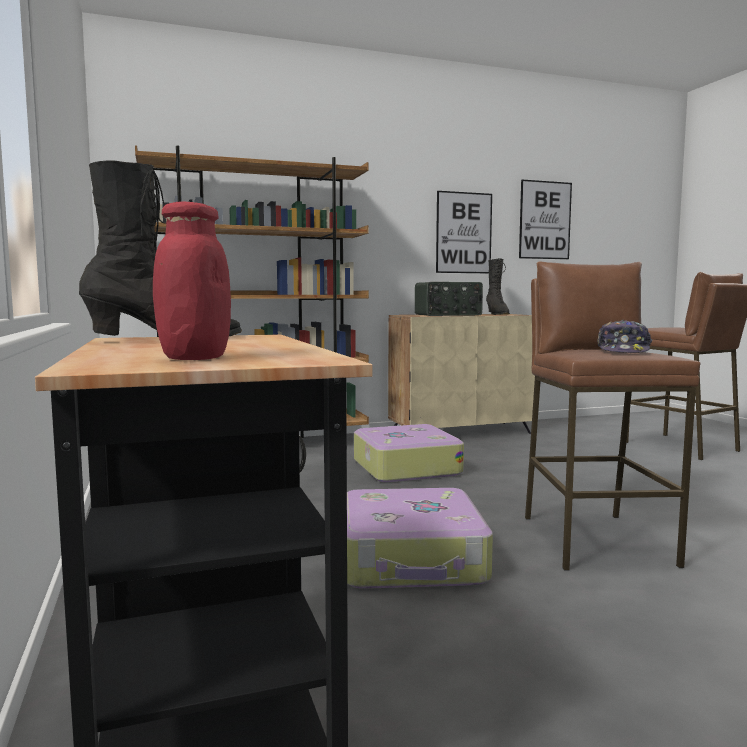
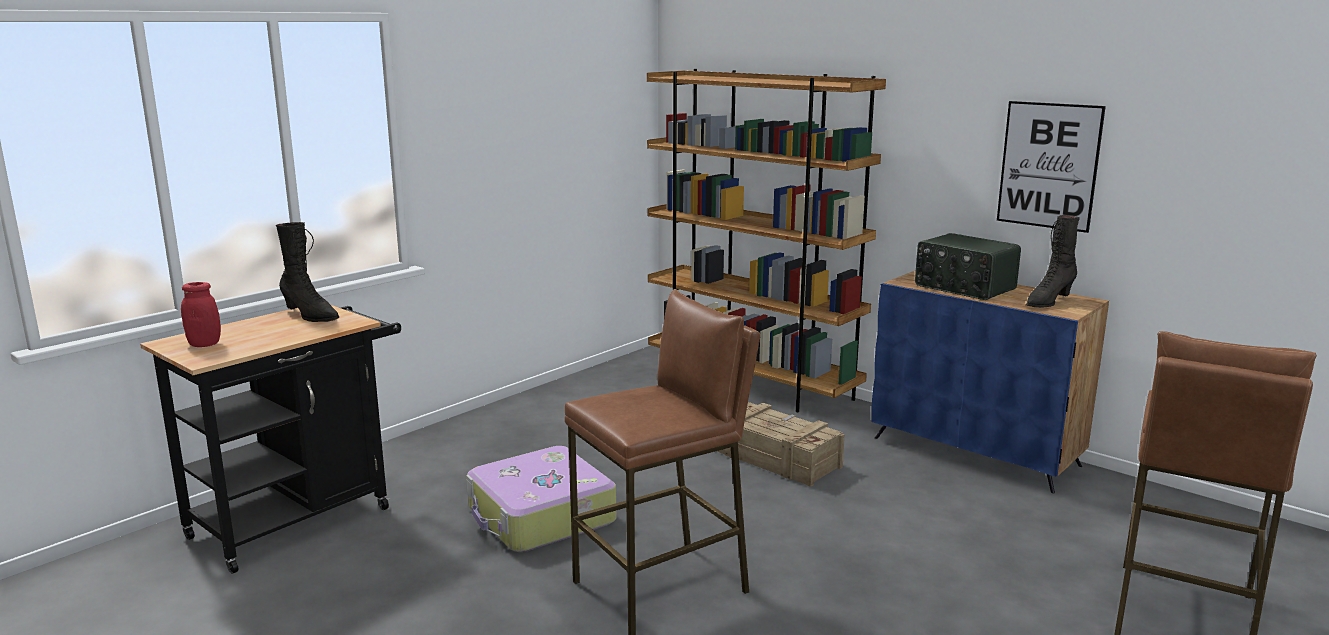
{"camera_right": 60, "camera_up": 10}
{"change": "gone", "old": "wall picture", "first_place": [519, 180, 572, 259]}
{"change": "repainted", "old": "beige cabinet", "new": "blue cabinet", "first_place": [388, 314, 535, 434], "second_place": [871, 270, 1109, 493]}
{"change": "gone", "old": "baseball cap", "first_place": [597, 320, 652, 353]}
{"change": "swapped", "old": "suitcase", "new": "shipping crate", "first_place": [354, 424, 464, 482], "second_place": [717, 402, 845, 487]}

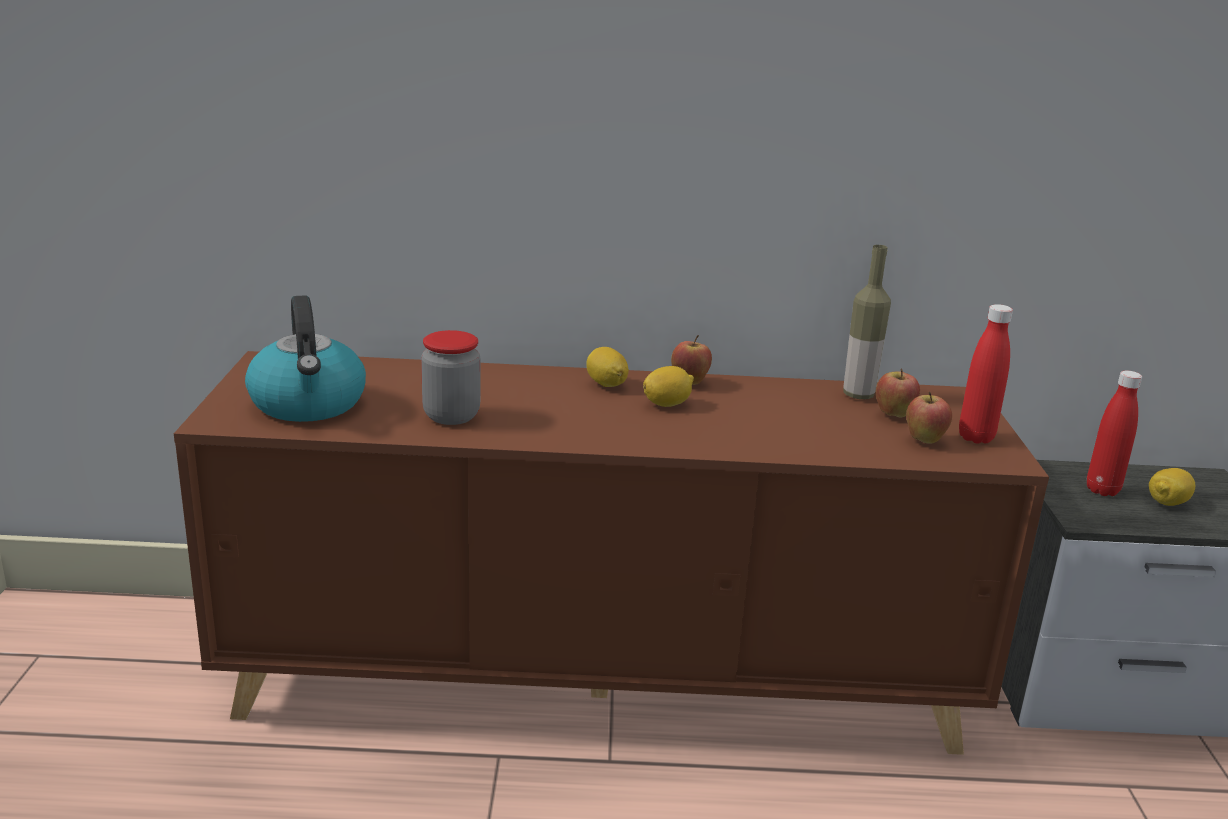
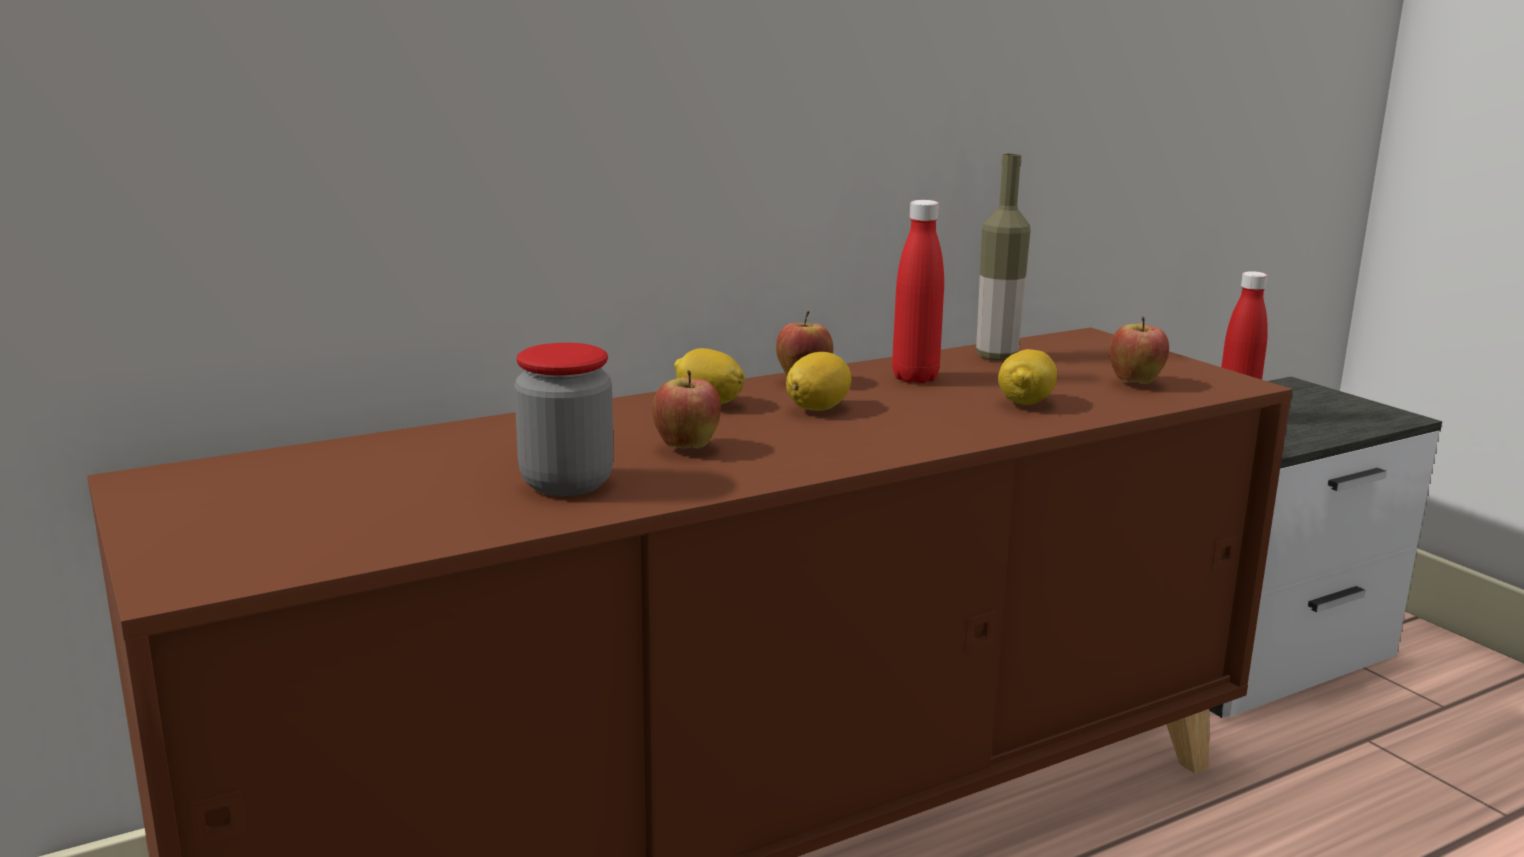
{"camera_right": -30, "camera_up": -5}
{"change": "gone", "old": "kettle", "first_place": [245, 295, 366, 422]}
{"change": "shifted", "old": "red drink bottle", "first_place": [959, 304, 1013, 444], "second_place": [892, 200, 944, 383]}
{"change": "shifted", "old": "whole apple", "first_place": [876, 369, 920, 417], "second_place": [652, 370, 721, 448]}
{"change": "shifted", "old": "whole lemon", "first_place": [1149, 468, 1195, 506], "second_place": [998, 349, 1057, 405]}

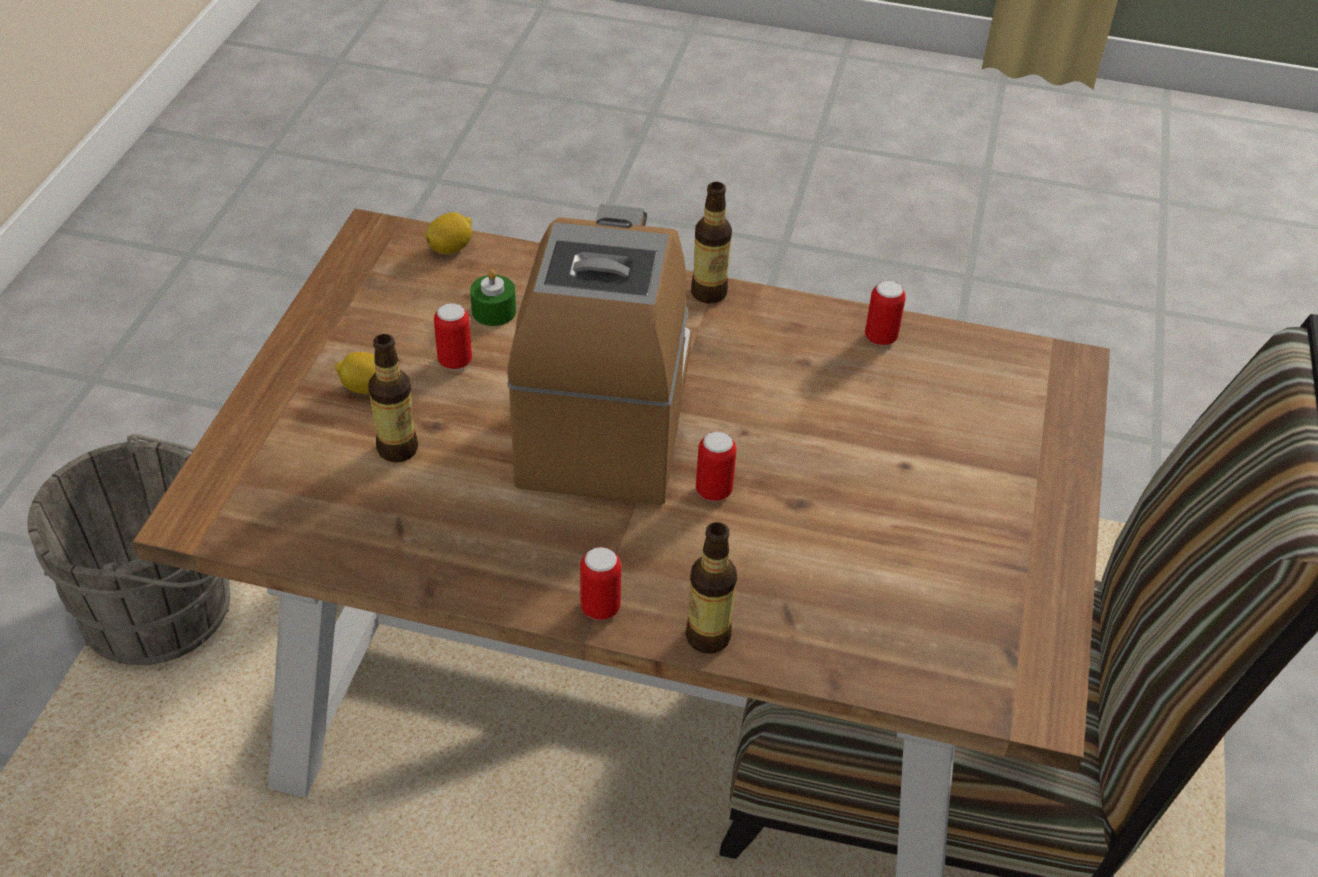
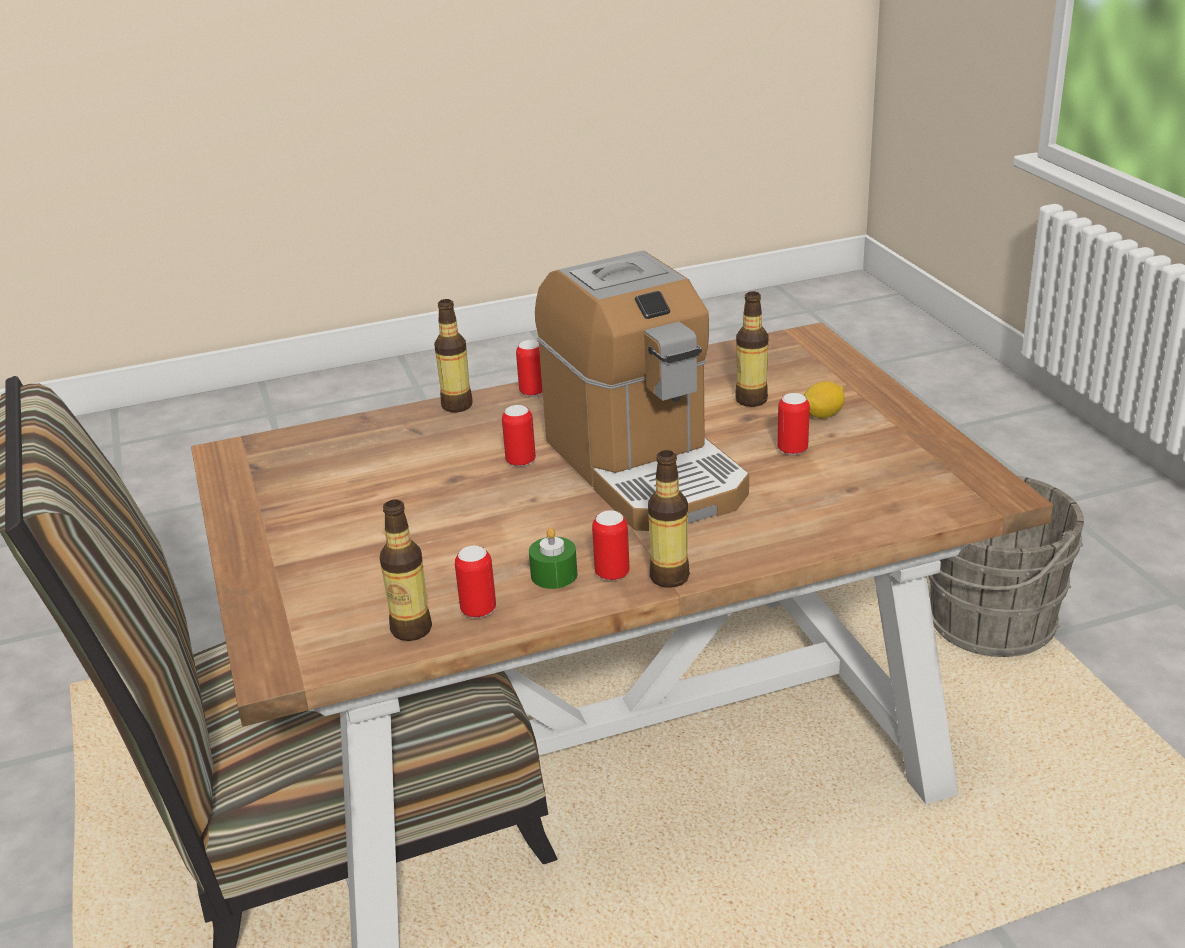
{"camera_right": 150, "camera_up": -15}
{"change": "gone", "old": "whole lemon", "first_place": [425, 212, 472, 254]}
{"change": "shifted", "old": "green candle", "first_place": [470, 269, 516, 326], "second_place": [529, 527, 578, 589]}
{"change": "new", "new": "drink bottle", "second_place": [380, 500, 432, 641]}
{"change": "new", "new": "metal can", "second_place": [592, 510, 630, 581]}

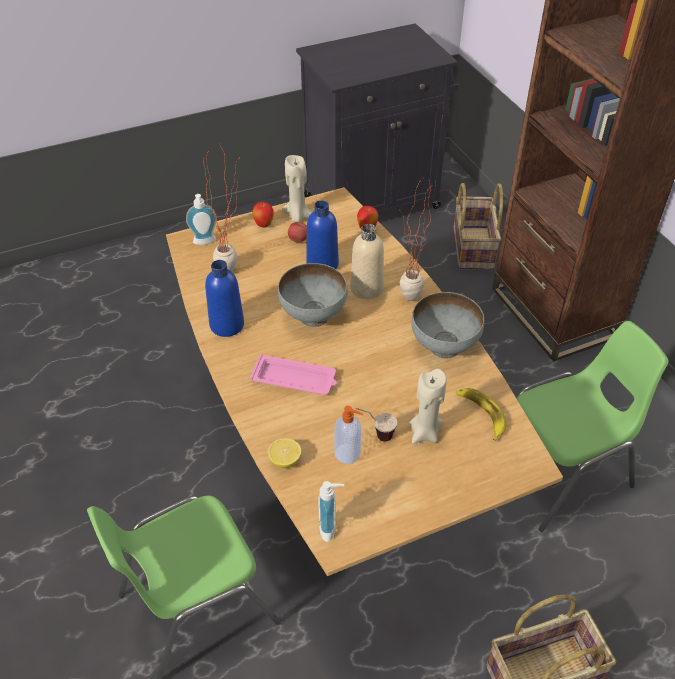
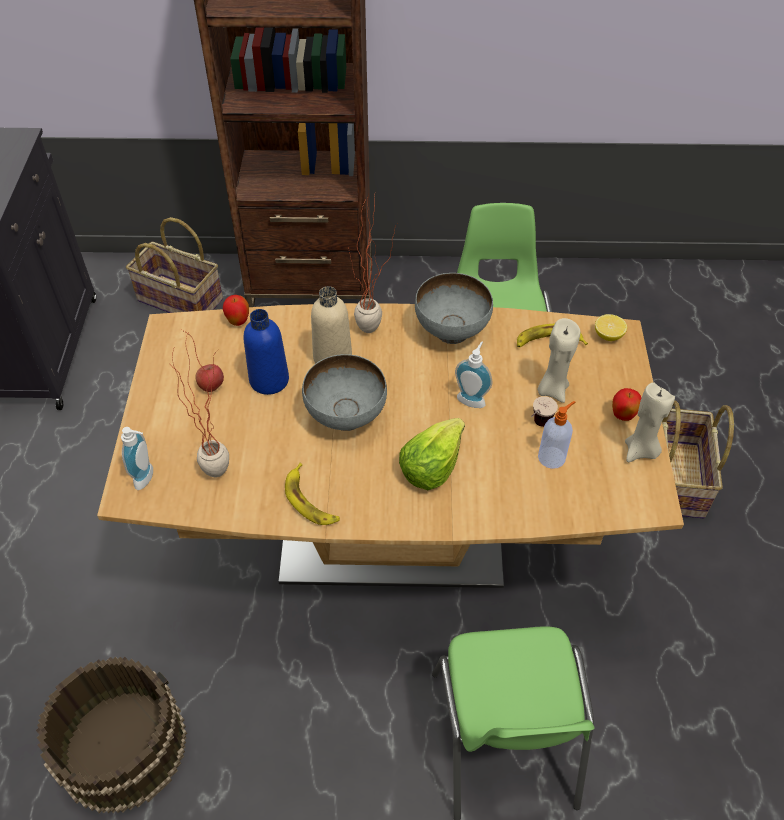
{"camera_right": -65, "camera_up": 5}
{"change": "shifted", "old": "beige candle", "first_place": [282, 155, 312, 222], "second_place": [625, 382, 675, 462]}
{"change": "shifted", "old": "whole apple", "first_place": [252, 202, 274, 228], "second_place": [612, 388, 641, 421]}
{"change": "swapped", "old": "blue drink bottle", "new": "banana", "first_place": [205, 260, 244, 337], "second_place": [285, 463, 340, 525]}
{"change": "swapped", "old": "pinkish carrying tray", "new": "lettuce head", "first_place": [250, 354, 337, 395], "second_place": [399, 418, 465, 490]}
{"change": "shifted", "old": "whole lemon", "first_place": [268, 438, 301, 468], "second_place": [595, 314, 627, 341]}
{"change": "shifted", "old": "liquid soap bottle", "first_place": [318, 481, 344, 542], "second_place": [455, 341, 492, 408]}
{"change": "new", "new": "brownish bucket", "second_place": [36, 657, 187, 813]}

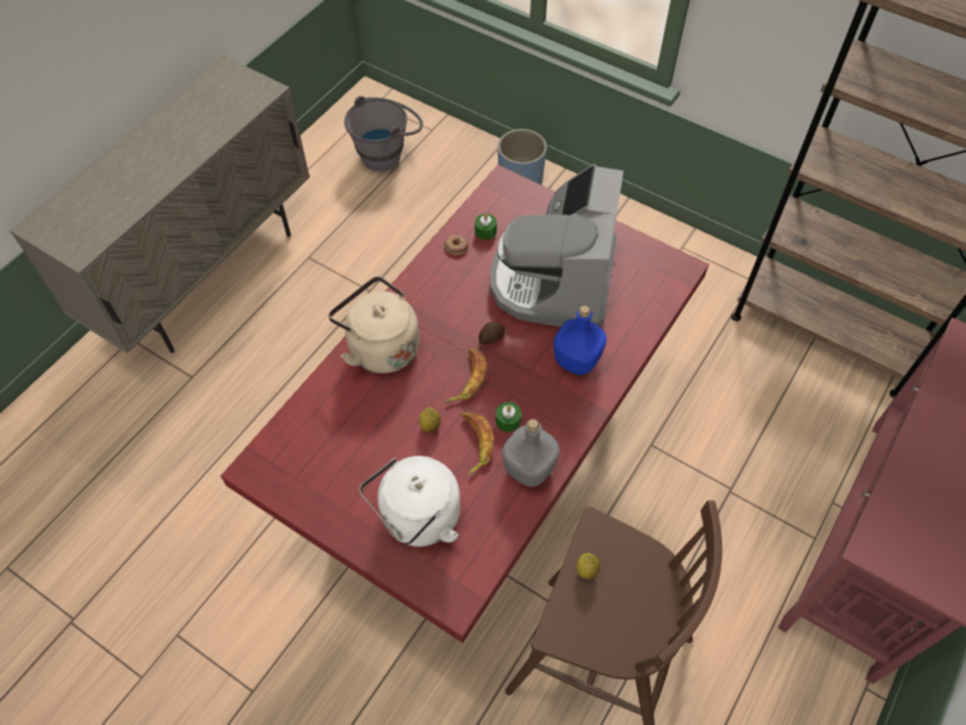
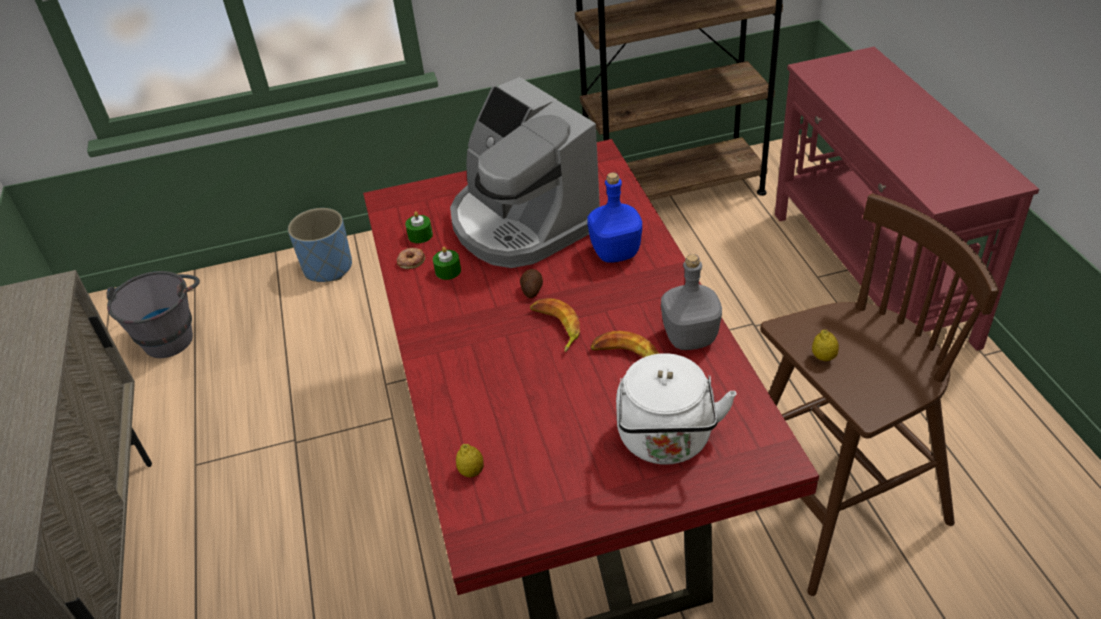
{"camera_right": -45, "camera_up": -15}
{"change": "gone", "old": "beige kettle", "first_place": [328, 276, 420, 373]}
{"change": "shifted", "old": "green candle", "first_place": [496, 402, 521, 432], "second_place": [433, 247, 461, 280]}
{"change": "shifted", "old": "whole lemon", "first_place": [419, 407, 440, 432], "second_place": [456, 444, 484, 477]}

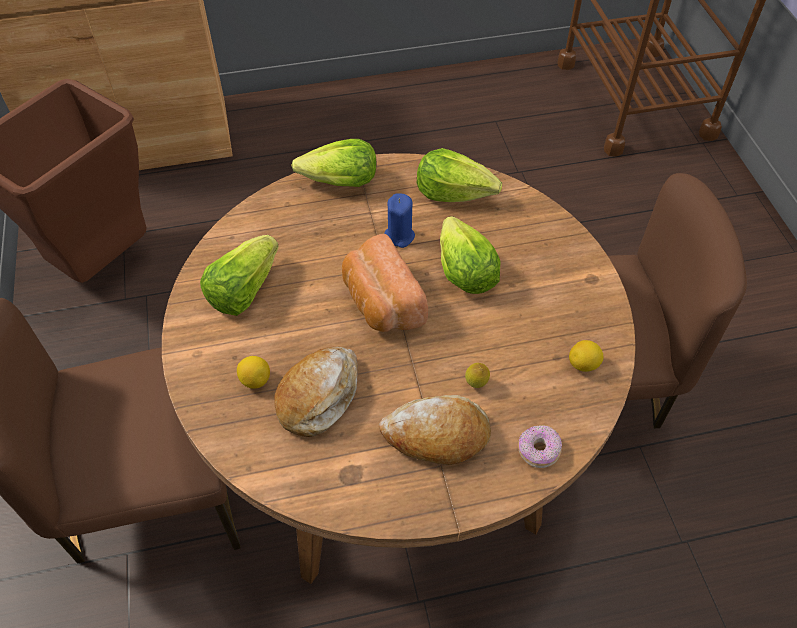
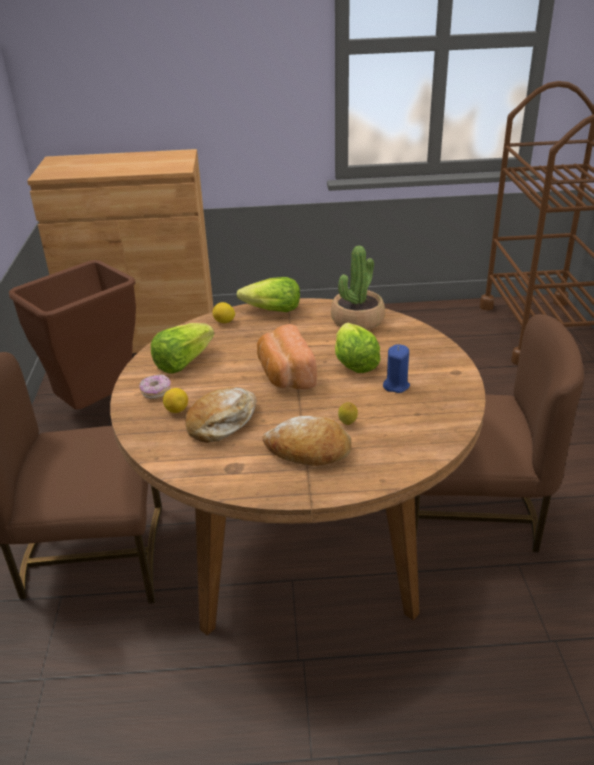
{"camera_right": 10, "camera_up": -20}
{"change": "swapped", "old": "lettuce head", "new": "houseplant", "first_place": [417, 148, 502, 202], "second_place": [331, 246, 385, 330]}
{"change": "shifted", "old": "blue candle", "first_place": [384, 194, 415, 248], "second_place": [383, 345, 410, 393]}
{"change": "shifted", "old": "whole lemon", "first_place": [569, 340, 603, 372], "second_place": [212, 302, 235, 323]}
{"change": "shifted", "old": "ring doughnut", "first_place": [518, 425, 562, 468], "second_place": [139, 375, 171, 399]}

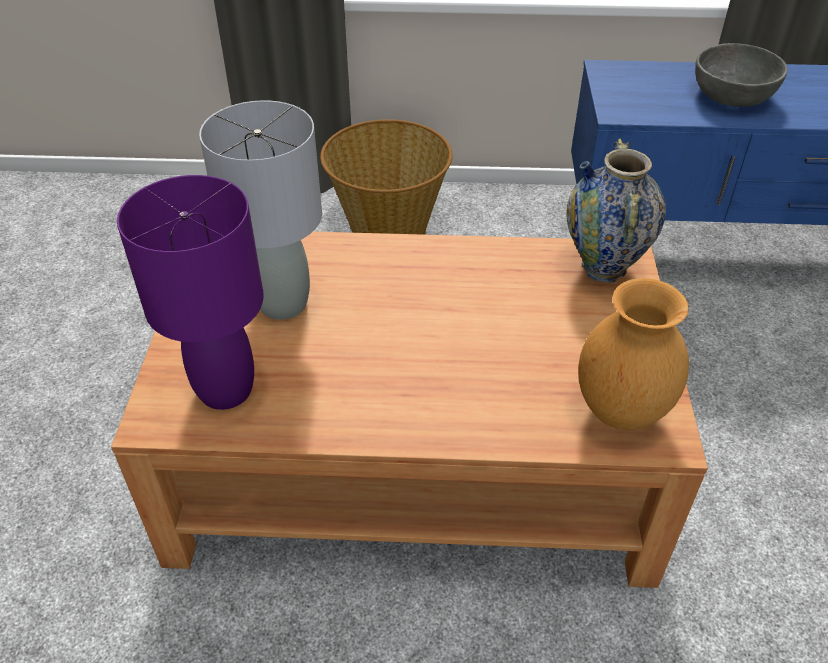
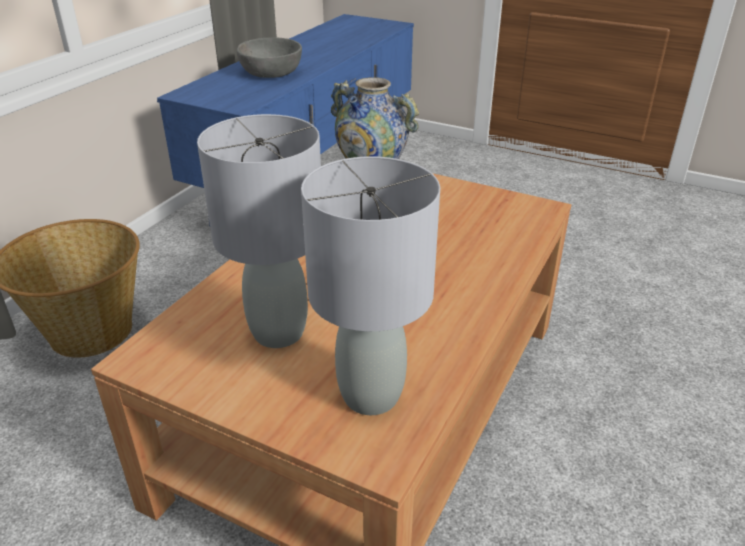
{"camera_right": -65, "camera_up": -10}
{"change": "repainted", "old": "purple table lamp", "new": "gray table lamp", "first_place": [117, 175, 264, 410], "second_place": [301, 156, 440, 415]}
{"change": "gone", "old": "brownish vase", "first_place": [578, 278, 689, 430]}

